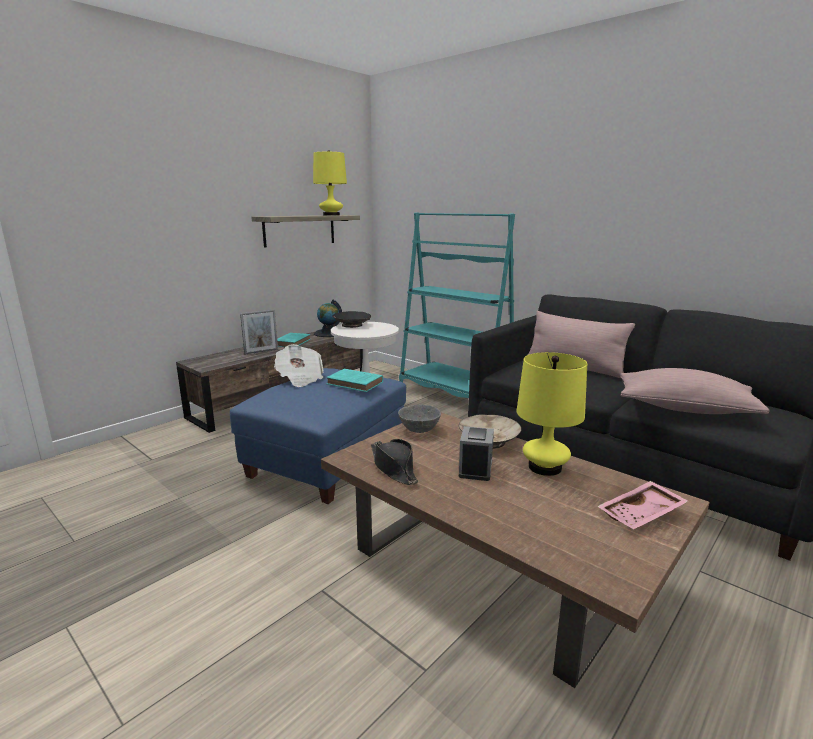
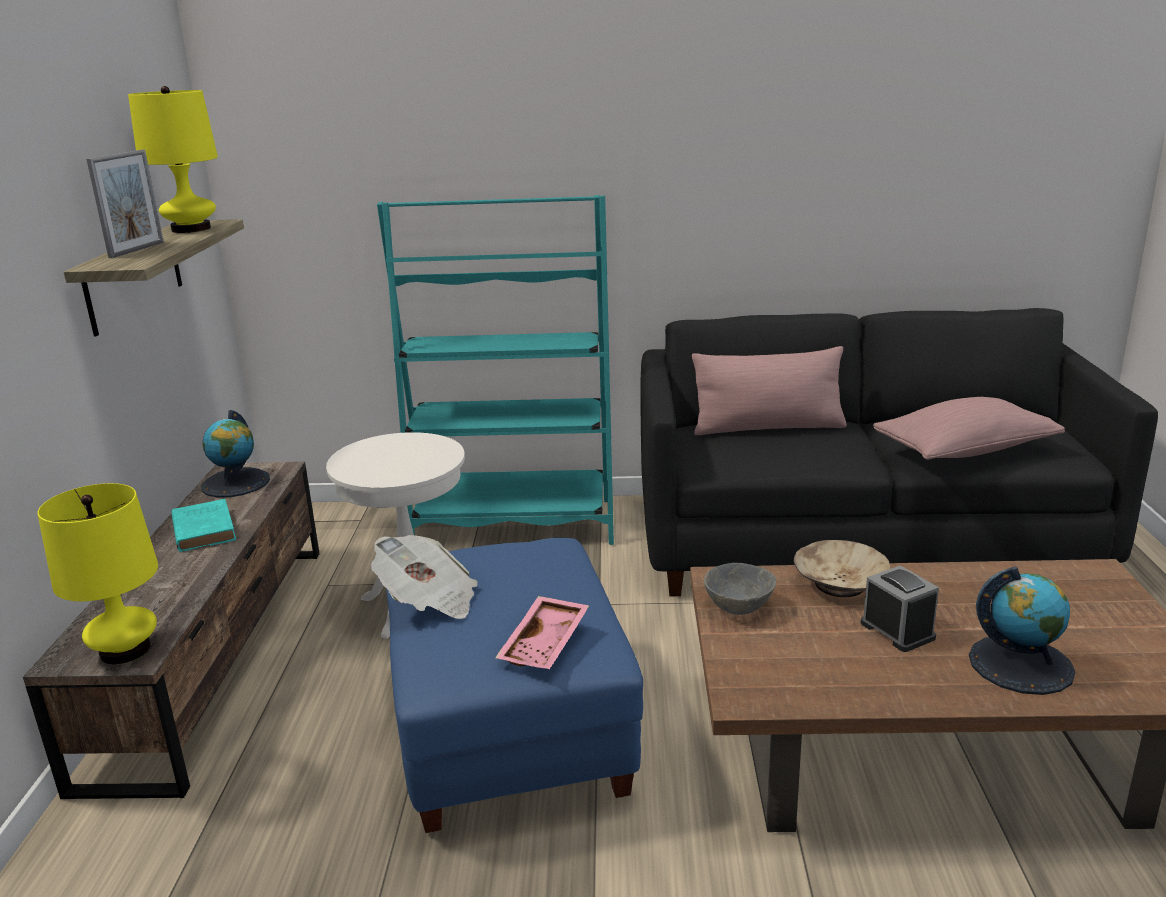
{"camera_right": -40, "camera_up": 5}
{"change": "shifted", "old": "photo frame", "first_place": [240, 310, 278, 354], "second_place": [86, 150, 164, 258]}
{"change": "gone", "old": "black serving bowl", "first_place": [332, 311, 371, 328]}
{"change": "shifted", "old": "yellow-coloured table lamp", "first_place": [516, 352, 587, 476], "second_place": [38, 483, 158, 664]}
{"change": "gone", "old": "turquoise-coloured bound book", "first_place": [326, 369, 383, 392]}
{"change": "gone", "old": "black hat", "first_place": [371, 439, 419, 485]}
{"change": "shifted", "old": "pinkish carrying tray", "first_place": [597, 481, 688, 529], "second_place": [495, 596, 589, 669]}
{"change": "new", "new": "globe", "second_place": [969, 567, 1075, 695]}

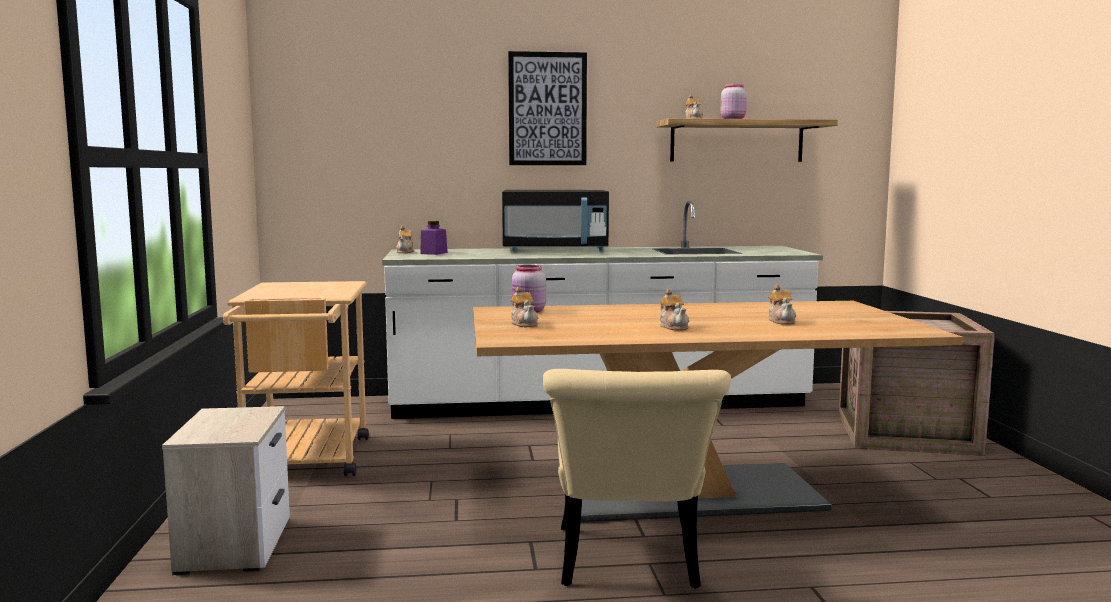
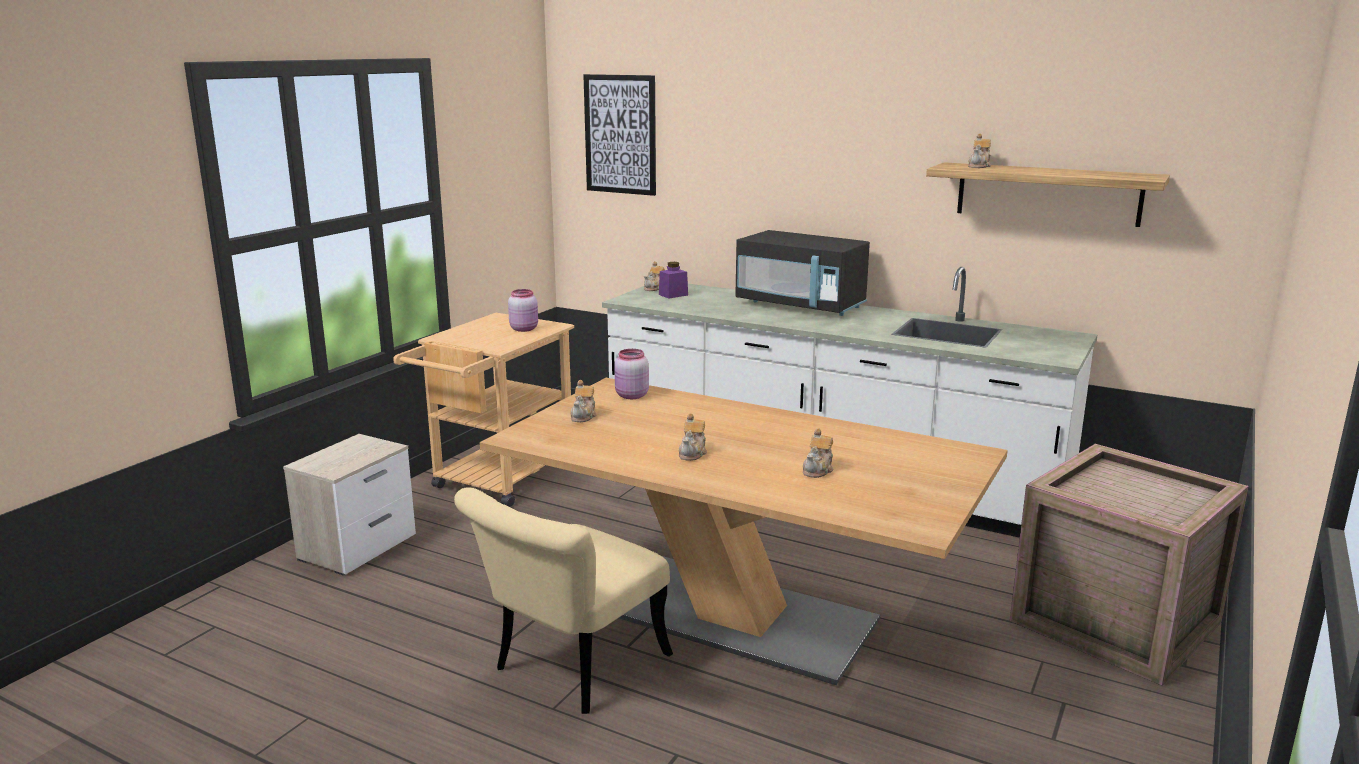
{"camera_right": 35, "camera_up": 10}
{"change": "shifted", "old": "wall picture", "first_place": [508, 51, 587, 165], "second_place": [583, 74, 656, 196]}
{"change": "shifted", "old": "pinkish jar", "first_place": [721, 84, 747, 119], "second_place": [508, 289, 538, 332]}

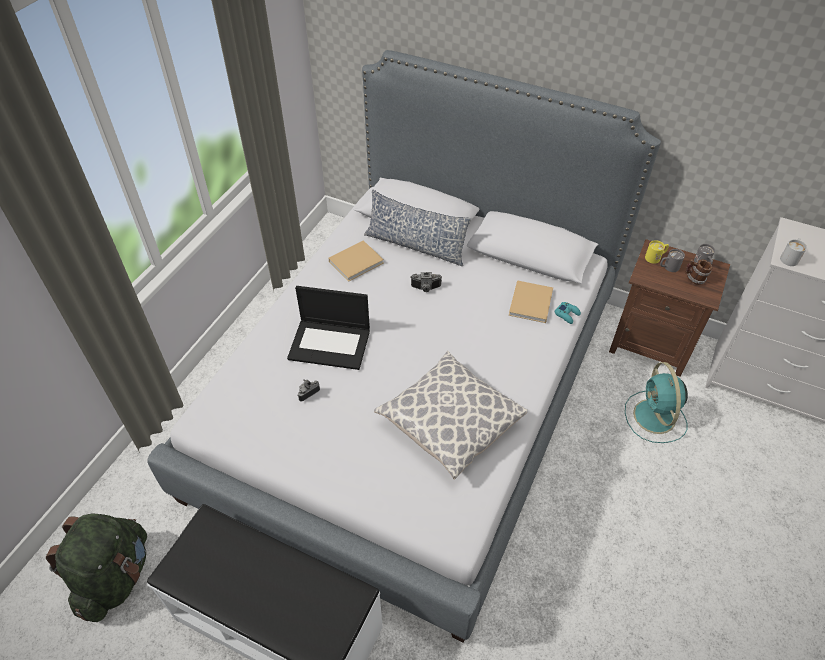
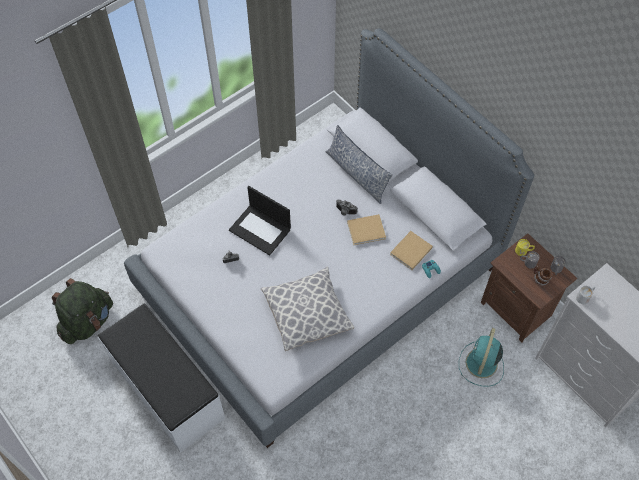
{"camera_right": 25, "camera_up": 10}
{"change": "shifted", "old": "beige bound book", "first_place": [328, 240, 384, 282], "second_place": [347, 214, 386, 245]}

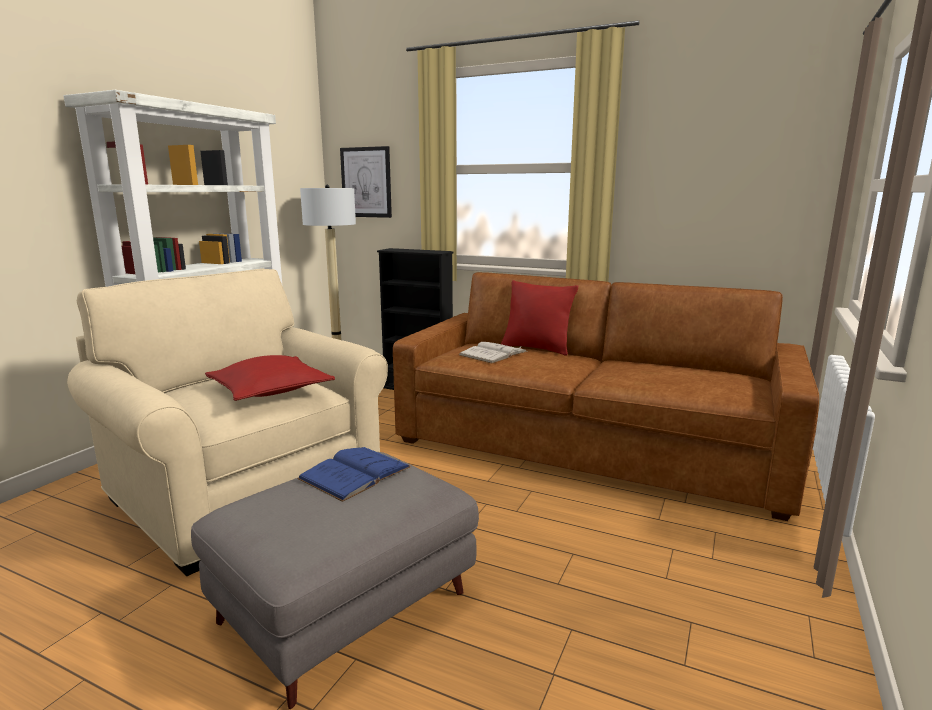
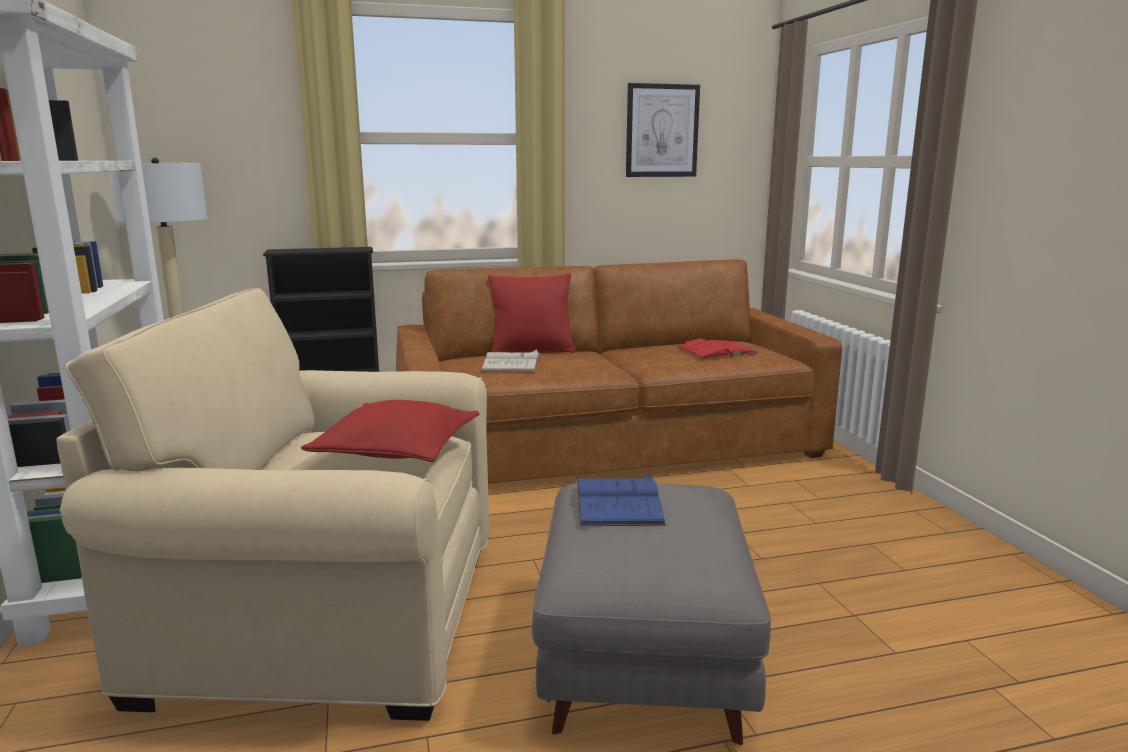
{"camera_right": -40, "camera_up": 0}
{"change": "shifted", "old": "wall picture", "first_place": [340, 146, 392, 218], "second_place": [626, 83, 700, 177]}
{"change": "new", "new": "red bound book", "second_place": [677, 339, 758, 359]}

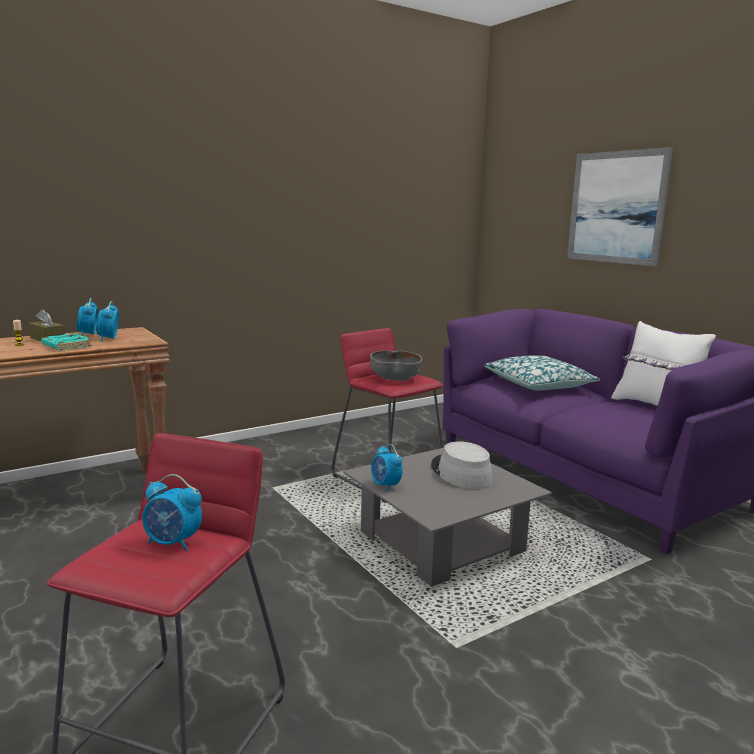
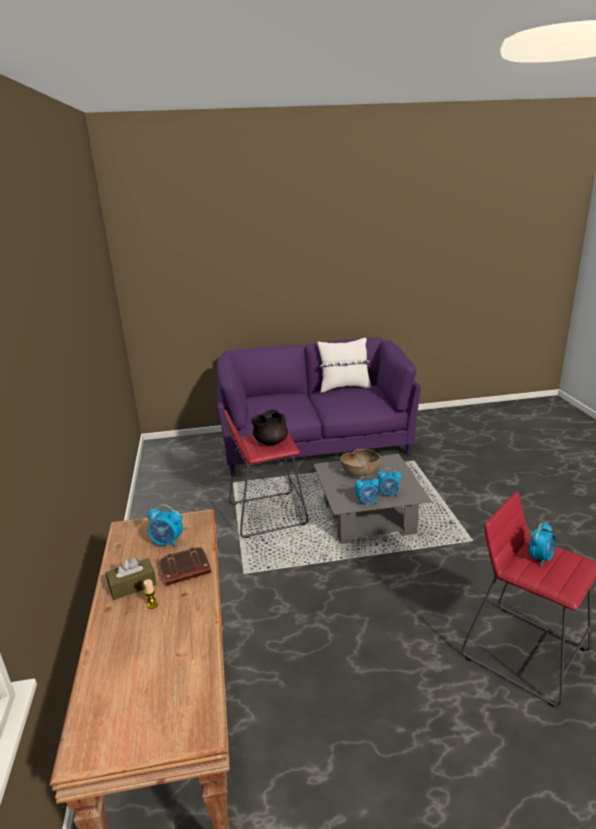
{"camera_right": -65, "camera_up": 10}
{"change": "gone", "old": "wall picture", "first_place": [567, 147, 673, 266]}
{"change": "shifted", "old": "bedside clock", "first_place": [77, 298, 98, 336], "second_place": [378, 468, 402, 496]}
{"change": "repainted", "old": "turquoise-coloured bound book", "new": "brownish bound book", "first_place": [41, 333, 92, 350], "second_place": [159, 546, 211, 586]}
{"change": "swapped", "old": "gray serving bowl", "new": "black teapot", "first_place": [370, 350, 422, 381], "second_place": [251, 409, 288, 445]}
{"change": "gone", "old": "cushion", "first_place": [484, 355, 600, 391]}
{"change": "swapped", "old": "gray hat", "new": "brownish serving bowl", "first_place": [431, 441, 493, 489], "second_place": [340, 449, 380, 476]}

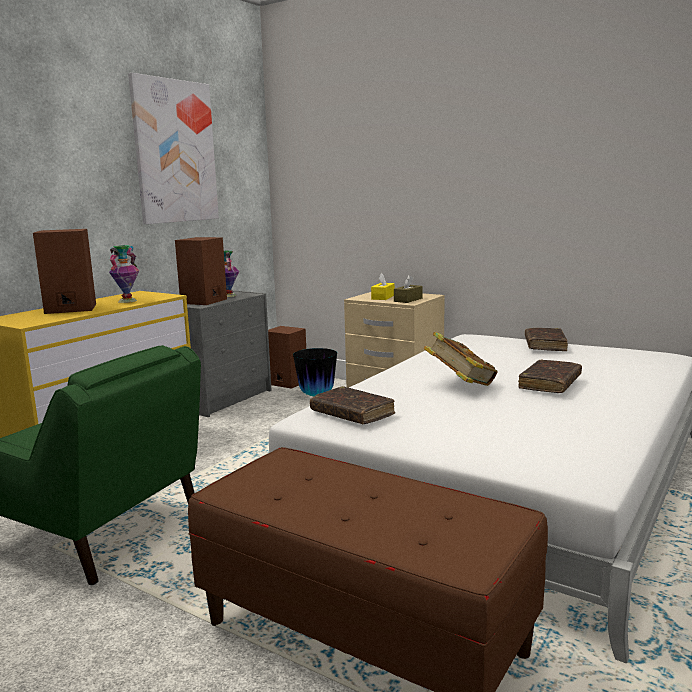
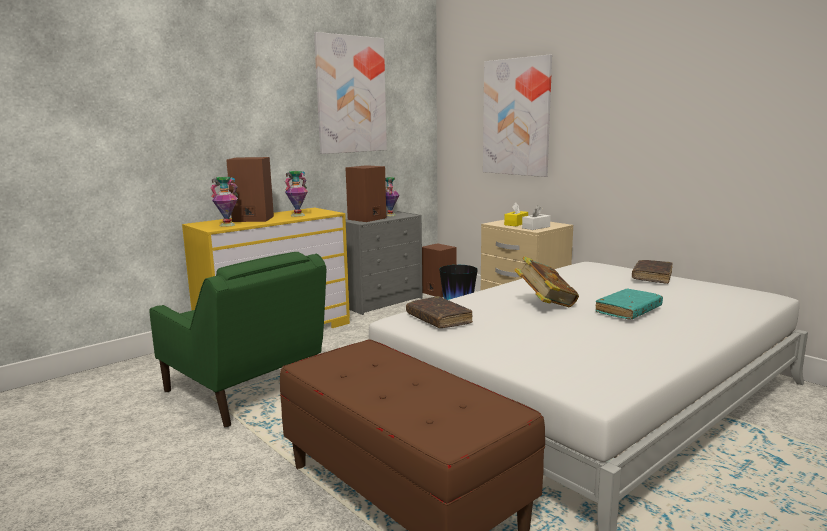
{"camera_right": 15, "camera_up": 0}
{"change": "repainted", "old": "brownish tissue holder", "new": "whitish tissue holder", "first_place": [394, 275, 423, 303], "second_place": [522, 205, 551, 230]}
{"change": "repainted", "old": "brownish bound book", "new": "turquoise-coloured bound book", "first_place": [518, 359, 582, 393], "second_place": [595, 289, 663, 320]}
{"change": "new", "new": "wall picture", "second_place": [483, 54, 552, 177]}
{"change": "new", "new": "vase", "second_place": [210, 177, 238, 227]}

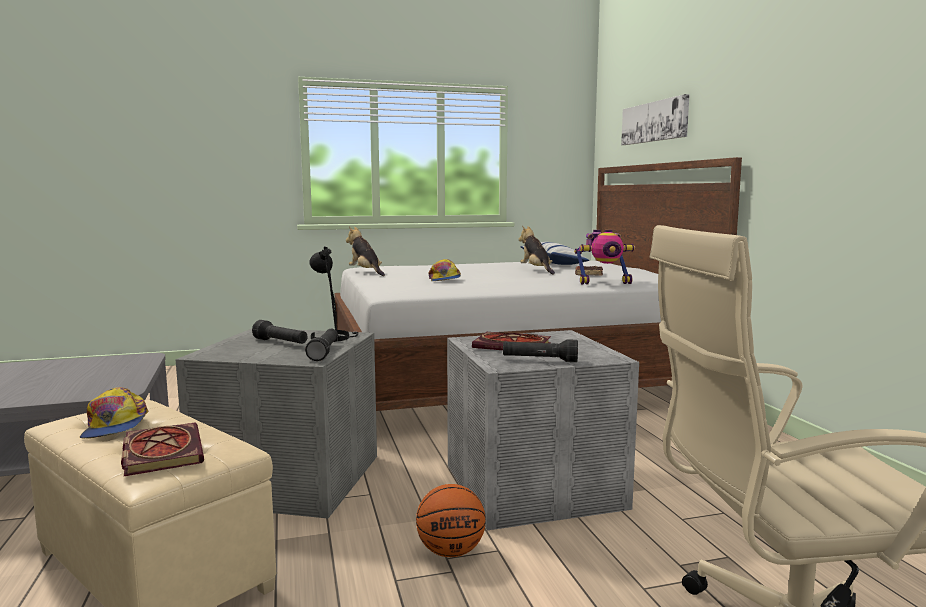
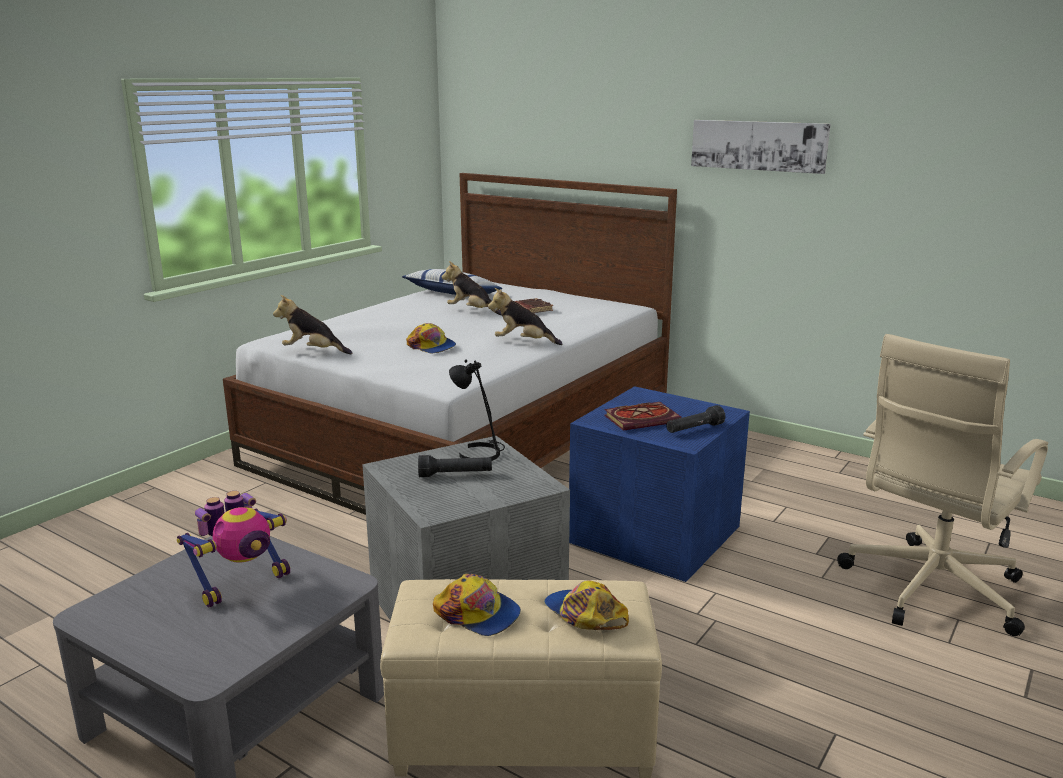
{"camera_right": -40, "camera_up": 10}
{"change": "shifted", "old": "wall picture", "first_place": [621, 94, 690, 145], "second_place": [691, 120, 831, 174]}
{"change": "shifted", "old": "robot figure", "first_place": [574, 230, 635, 285], "second_place": [177, 491, 290, 607]}
{"change": "gone", "old": "black flashlight", "first_place": [305, 329, 338, 361]}
{"change": "repainted", "old": "gray storage bin", "new": "blue storage bin", "first_place": [447, 330, 639, 530], "second_place": [569, 386, 750, 582]}
{"change": "swapped", "old": "bound book", "new": "baseball cap", "first_place": [121, 422, 204, 476], "second_place": [544, 581, 629, 630]}
{"change": "gone", "old": "ball for basketball", "first_place": [416, 484, 486, 557]}
{"change": "new", "new": "plush toy", "second_place": [488, 288, 563, 345]}

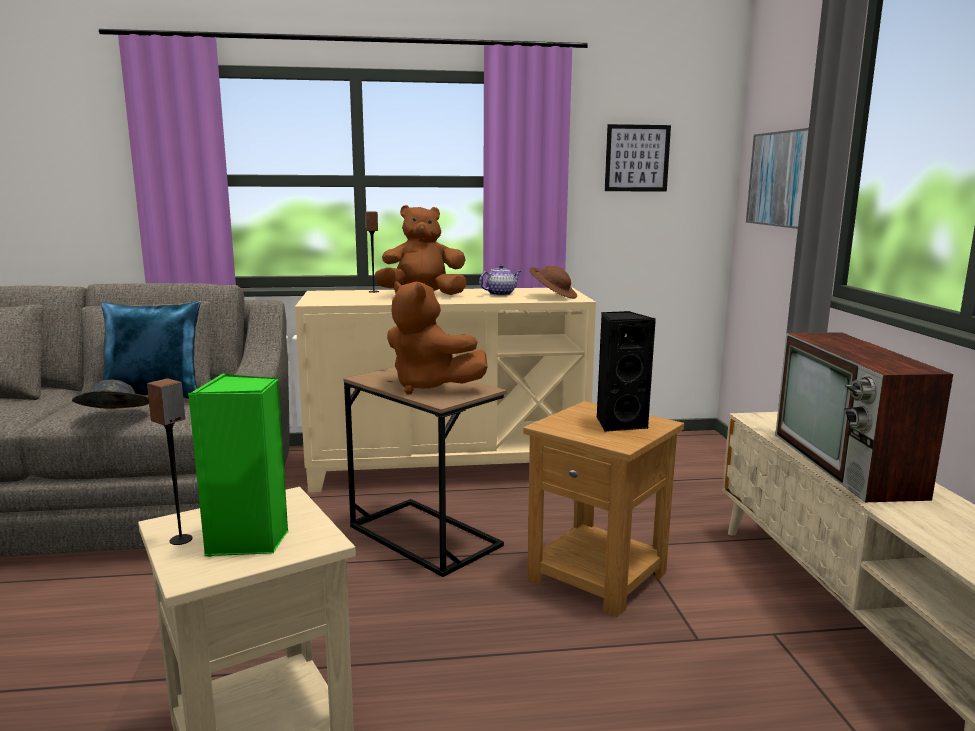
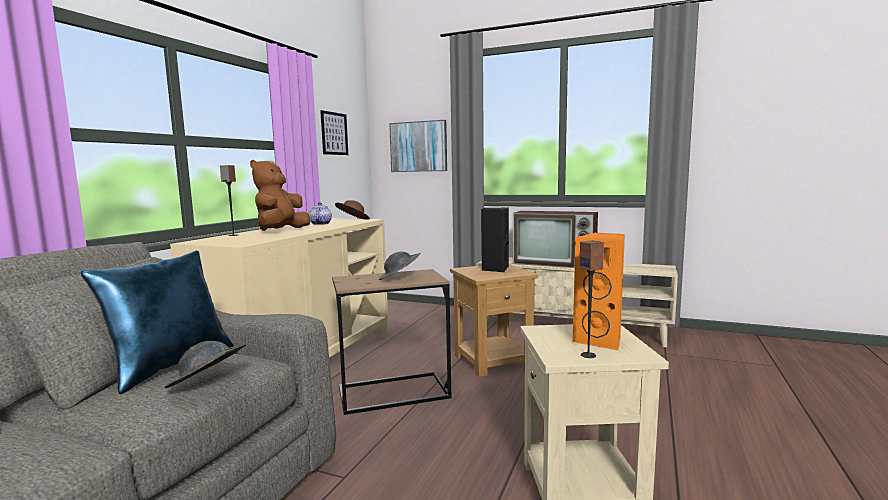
{"camera_right": -60, "camera_up": -5}
{"change": "swapped", "old": "brownish plush toy", "new": "gray hat", "first_place": [387, 281, 488, 395], "second_place": [379, 252, 421, 280]}
{"change": "repainted", "old": "green speaker", "new": "orangey speaker", "first_place": [188, 374, 289, 557], "second_place": [572, 233, 625, 350]}

